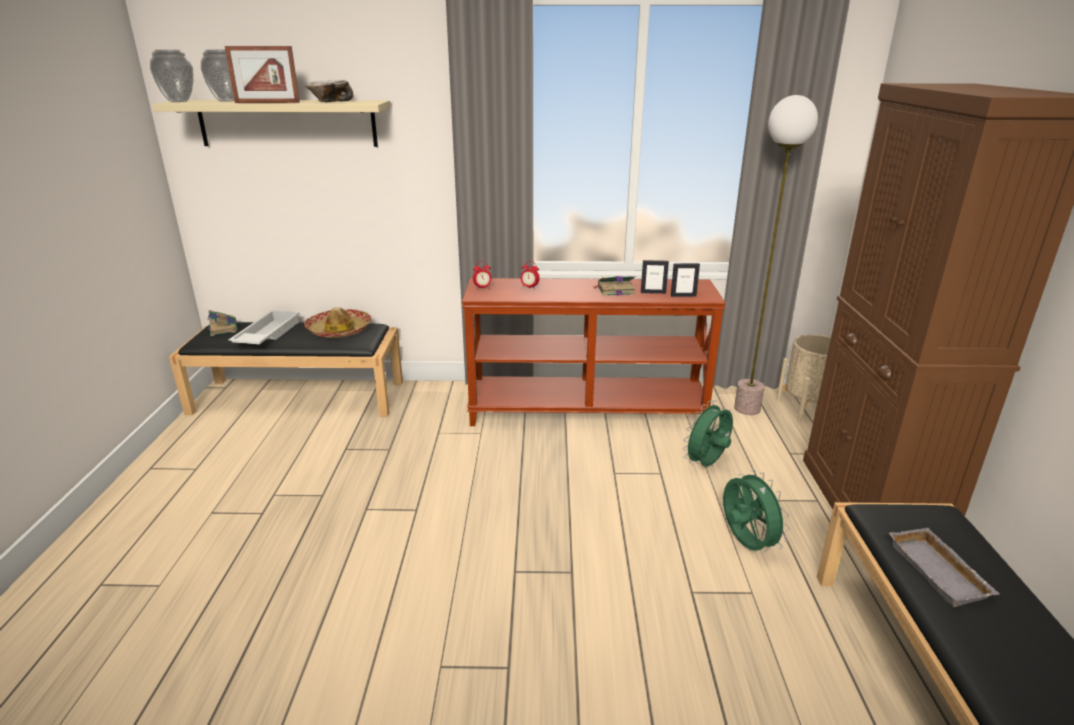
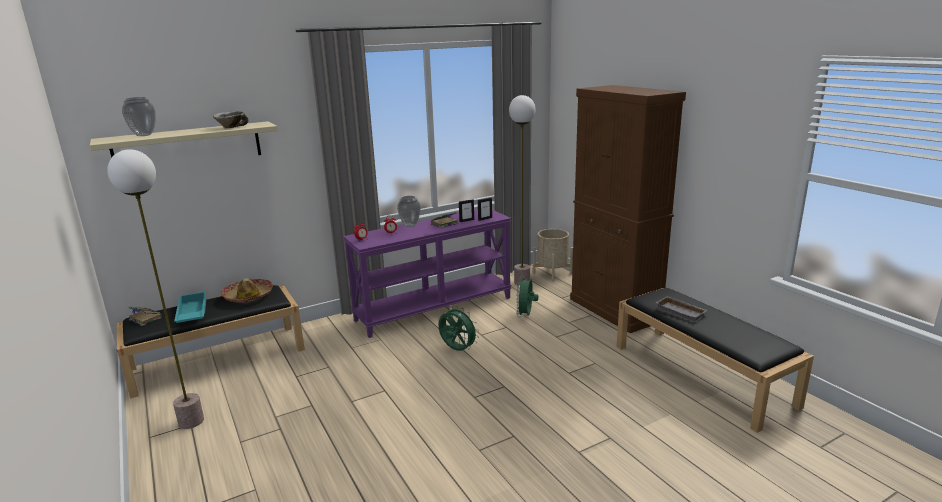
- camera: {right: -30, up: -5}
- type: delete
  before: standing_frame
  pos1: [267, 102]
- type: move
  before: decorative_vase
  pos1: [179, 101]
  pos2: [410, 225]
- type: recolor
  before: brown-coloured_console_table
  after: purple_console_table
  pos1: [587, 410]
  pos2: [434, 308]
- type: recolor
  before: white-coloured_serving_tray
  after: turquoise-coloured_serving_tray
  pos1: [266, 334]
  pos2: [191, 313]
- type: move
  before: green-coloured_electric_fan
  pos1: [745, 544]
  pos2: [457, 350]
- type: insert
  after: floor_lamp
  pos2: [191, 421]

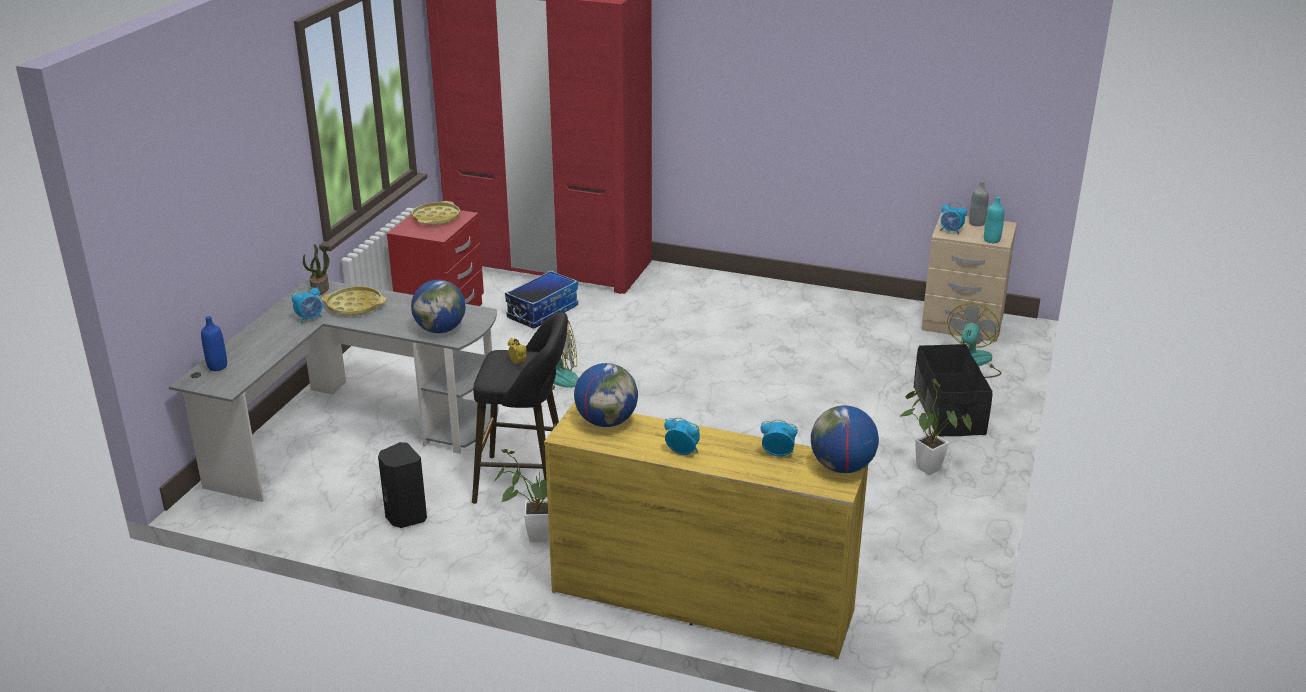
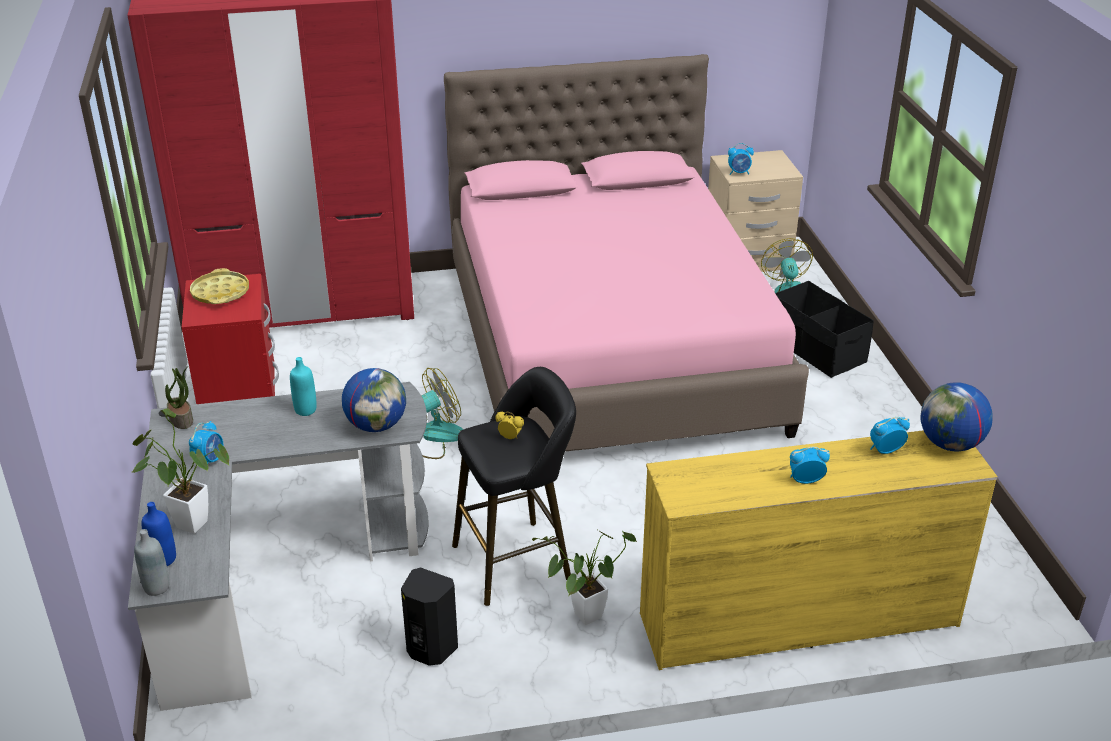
- camera: {right: -30, up: 5}
- type: move
  before: grey_drink_bottle
  pos1: [976, 223]
  pos2: [156, 587]
- type: move
  before: turquoise-coloured_drink_bottle
  pos1: [991, 240]
  pos2: [305, 410]
- type: delete
  before: storage_bin
  pos1: [542, 312]
- type: delete
  before: yellowish_serving_tray
  pos1: [354, 306]
- type: delete
  before: globe
  pos1: [606, 421]
- type: move
  before: plant_in_a_pot
  pos1: [924, 466]
  pos2: [186, 522]
- type: insert
  after: pinkish_bed
  pos2: [610, 347]

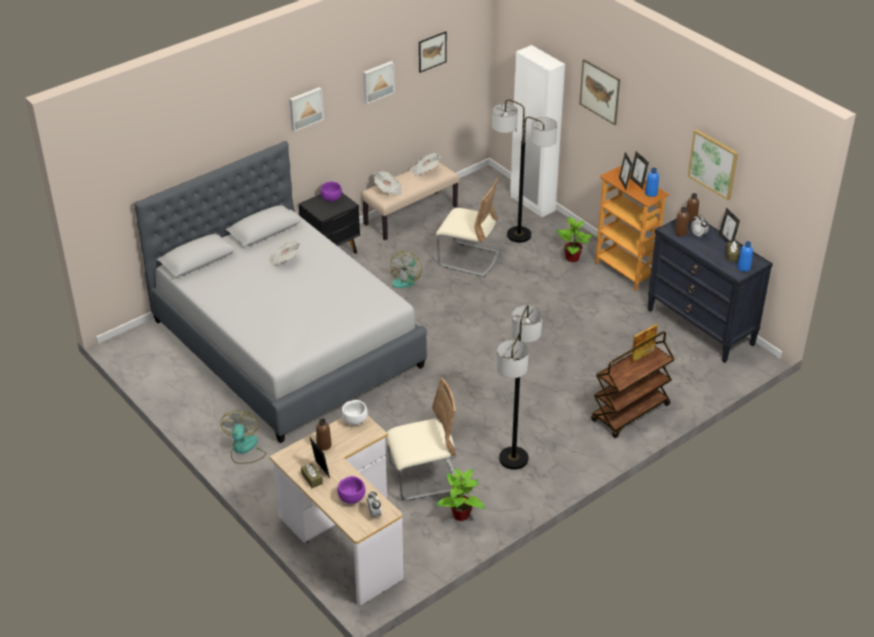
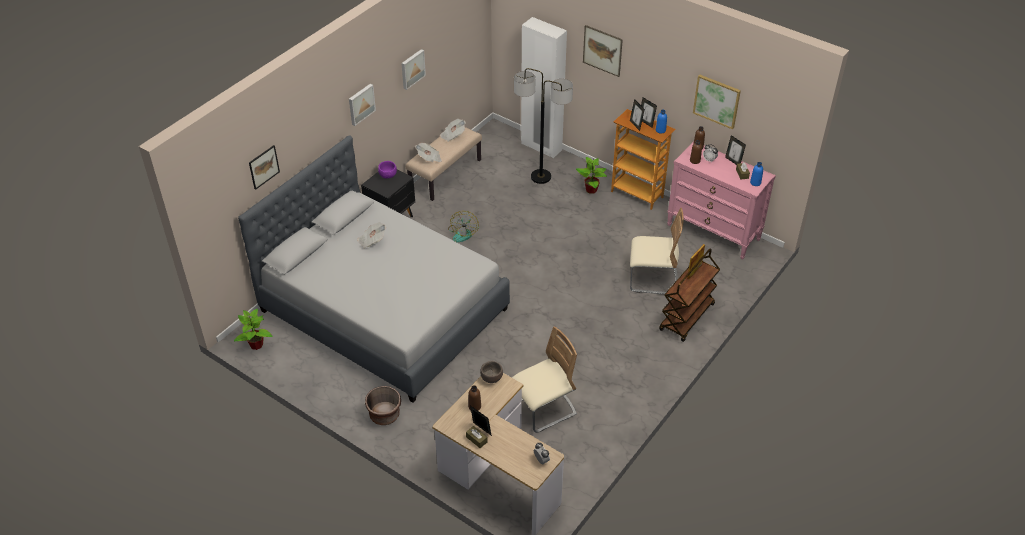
- camera: {right: -15, up: 5}
- type: move
  before: picture
  pos1: [432, 51]
  pos2: [264, 167]
- type: move
  before: sand-coloured_upright_chair
  pos1: [468, 259]
  pos2: [652, 279]
- type: recolor
  before: blackish_dresser
  after: pinkish_dresser
  pos1: [701, 327]
  pos2: [713, 232]
- type: delete
  before: floor_lamp
  pos1: [513, 459]
- type: recolor
  before: white-coloured_bowl
  after: brown-coloured_bowl
  pos1: [355, 420]
  pos2: [491, 378]
- type: replace
  before: electric_fan
  after: brown-coloured_planter
  pos1: [244, 449]
  pos2: [384, 415]
- type: move
  before: plant_in_a_pot
  pos1: [461, 515]
  pos2: [256, 345]
- type: delete
  before: purple_bowl
  pos1: [352, 498]

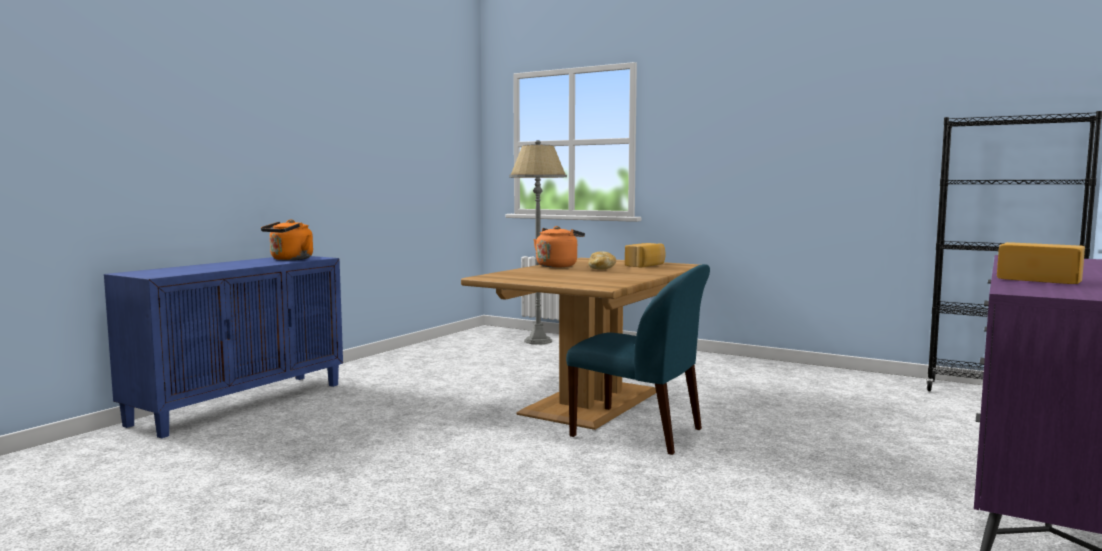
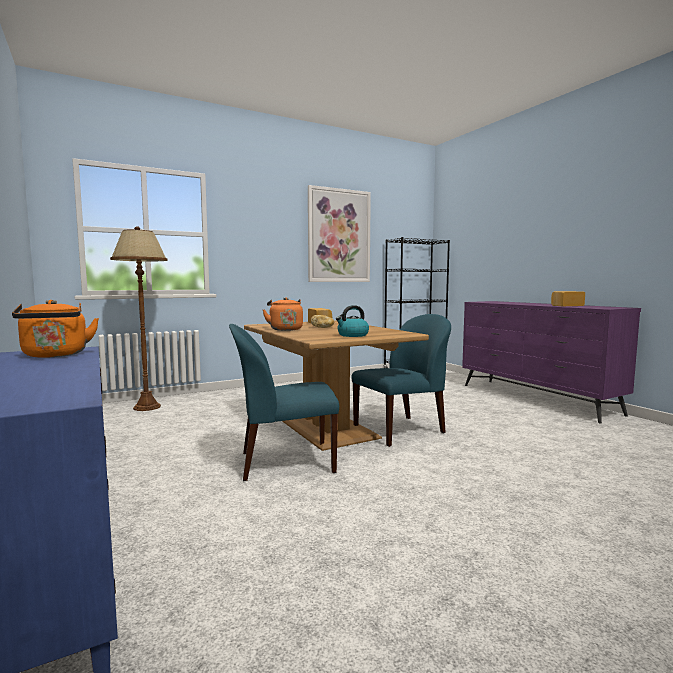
- camera: {right: -60, up: 0}
- type: recolor
  before: grey_floor_lamp
  after: brown-coloured_floor_lamp
  pos1: [538, 341]
  pos2: [147, 407]
- type: insert
  after: picture
  pos2: [339, 236]
- type: insert
  after: tea_kettle
  pos2: [352, 335]
- type: insert
  after: blue_upright_chair
  pos2: [284, 462]

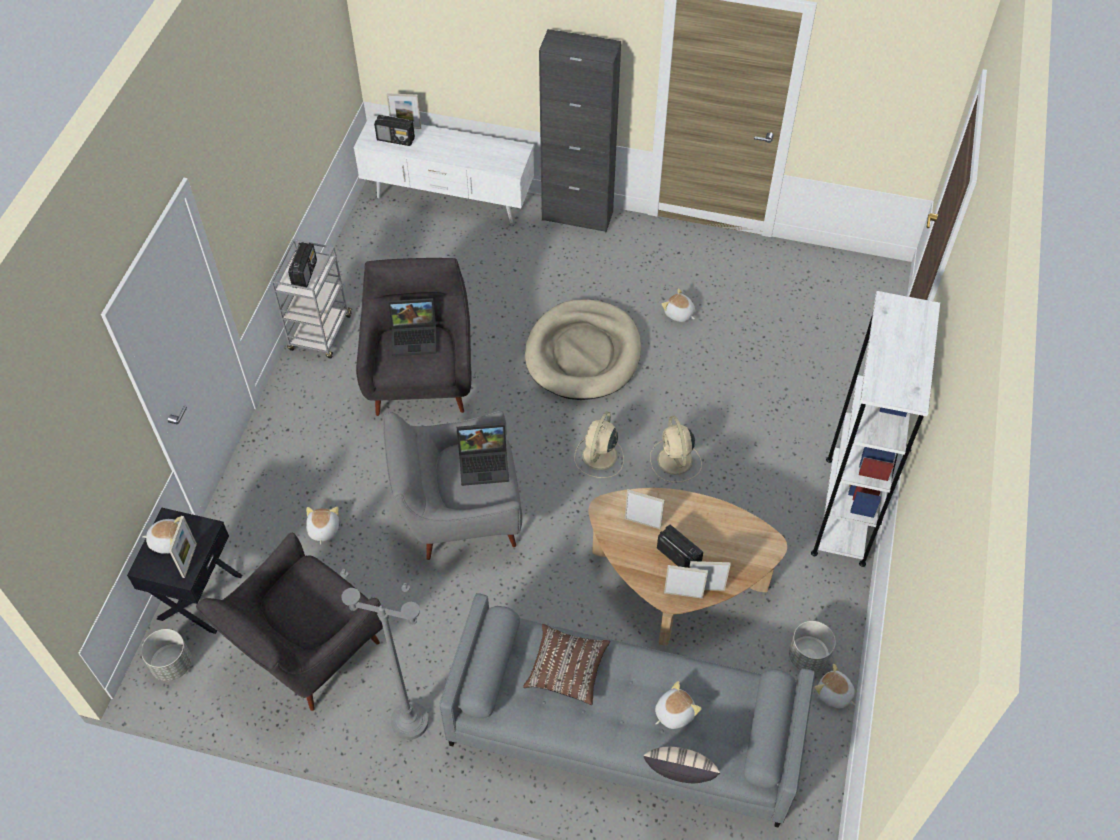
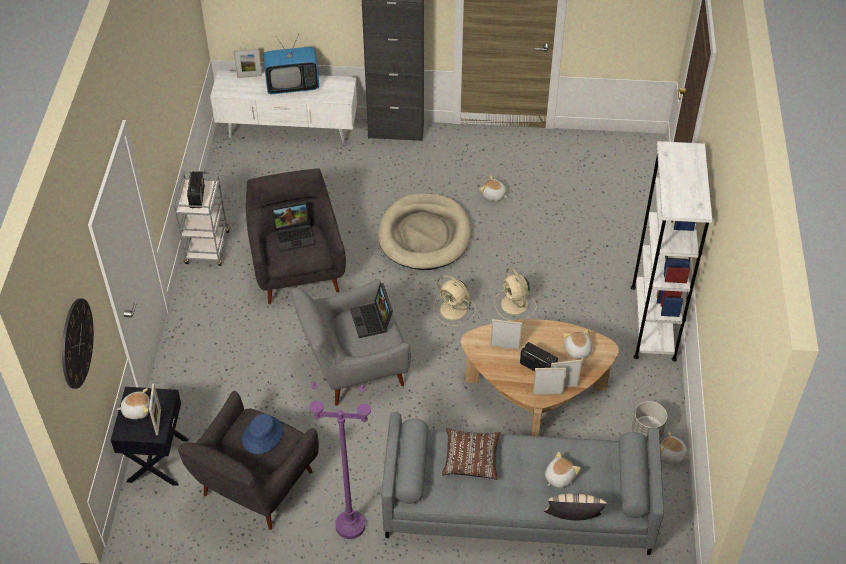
- camera: {right: -10, up: -5}
- type: delete
  before: radio_receiver
  pos1: [396, 139]
- type: rotate
  before: sand-coloured_electric_fan
  pos1: [599, 457]
  pos2: [454, 310]
  turn: -60
- type: rotate
  before: notebook_computer
  pos1: [485, 463]
  pos2: [373, 320]
  turn: 90
- type: move
  before: plush_toy
  pos1: [323, 530]
  pos2: [577, 350]
- type: recolor
  before: grey_floor_lamp
  after: purple_floor_lamp
  pos1: [409, 722]
  pos2: [350, 526]
- type: delete
  before: grey_planter
  pos1: [172, 664]
- type: insert
  after: television
  pos2: [292, 86]
- type: insert
  after: clock_on_the_wall
  pos2: [76, 343]
- type: insert
  after: blue_clothing_hat
  pos2: [262, 435]

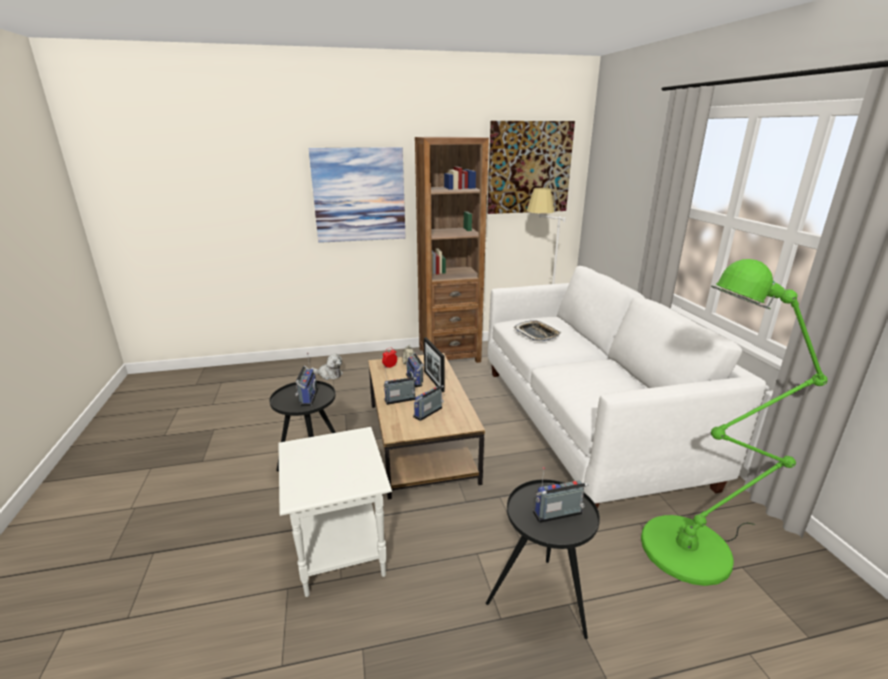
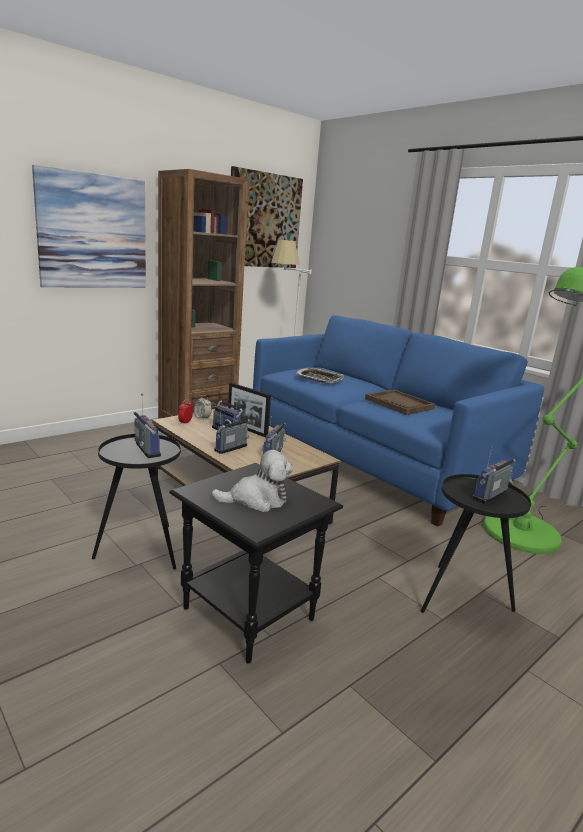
- camera: {right: -30, up: -5}
- type: recolor
  before: white-coloured_settee
  after: blue_settee
  pos1: [585, 422]
  pos2: [372, 460]
- type: move
  before: plush_toy
  pos1: [329, 374]
  pos2: [256, 500]
- type: recolor
  before: white-coloured_accent_table
  after: blackish_accent_table
  pos1: [341, 552]
  pos2: [247, 613]
- type: insert
  after: brown-coloured_serving_tray
  pos2: [399, 404]

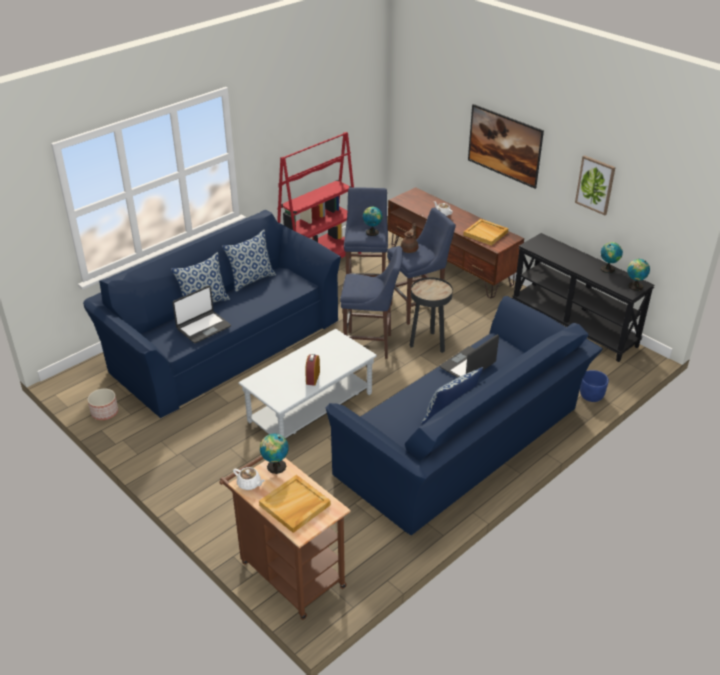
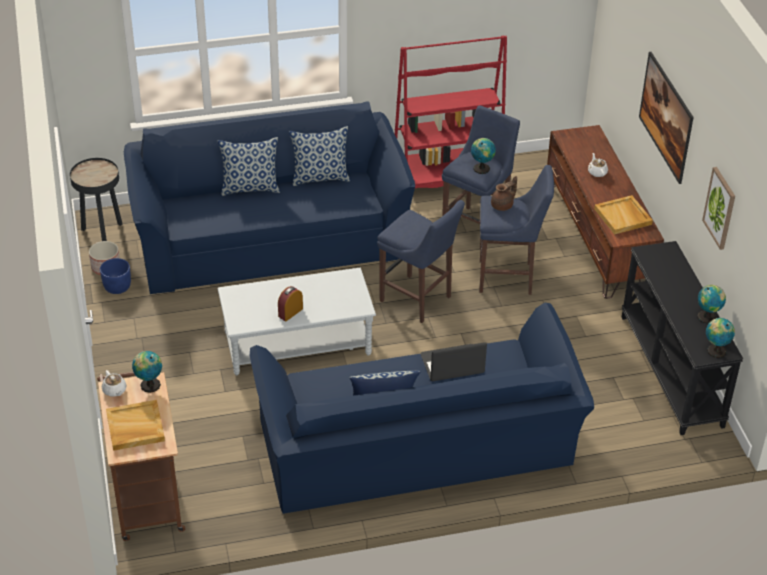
- camera: {right: 30, up: 5}
- type: move
  before: blackish_accent_table
  pos1: [428, 344]
  pos2: [103, 234]
- type: delete
  before: notebook_computer
  pos1: [203, 327]
- type: move
  before: blue_planter
  pos1: [591, 396]
  pos2: [117, 287]

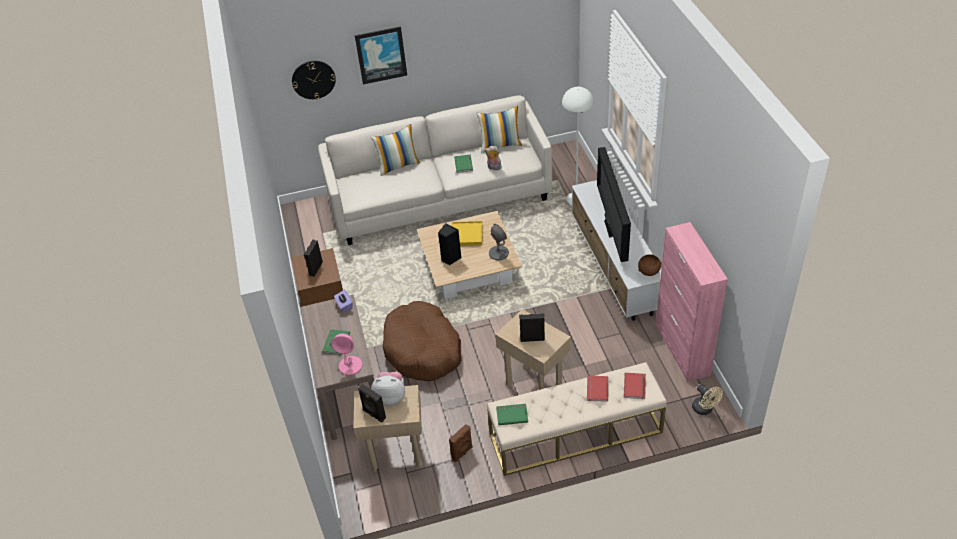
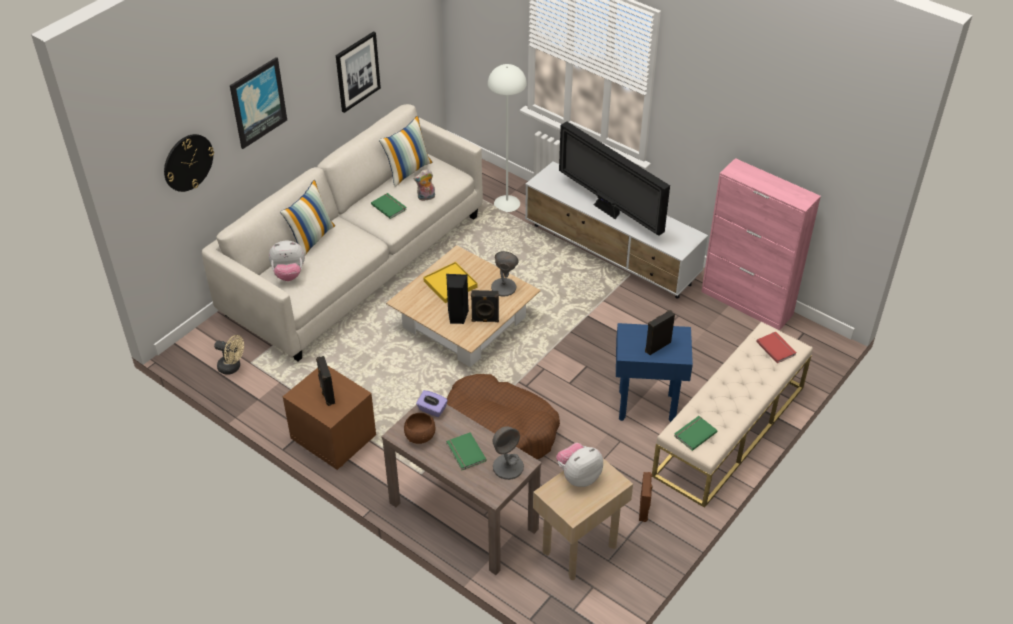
- camera: {right: -40, up: 0}
- type: move
  before: brown-coloured_bowl
  pos1: [649, 271]
  pos2: [420, 436]
- type: recolor
  before: sand-coloured_accent_table
  after: blue_accent_table
  pos1: [534, 384]
  pos2: [646, 405]
- type: recolor
  before: pinkish_table_lamp
  after: grey_table_lamp
  pos1: [350, 366]
  pos2: [508, 467]
- type: delete
  before: red_book
  pos1: [596, 389]
- type: move
  before: blackish_audio_speaker
  pos1: [374, 414]
  pos2: [485, 320]
- type: move
  before: sand-coloured_electric_fan
  pos1: [705, 409]
  pos2: [232, 367]
- type: insert
  after: picture
  pos2: [357, 71]
- type: insert
  after: plush_toy
  pos2: [289, 274]

